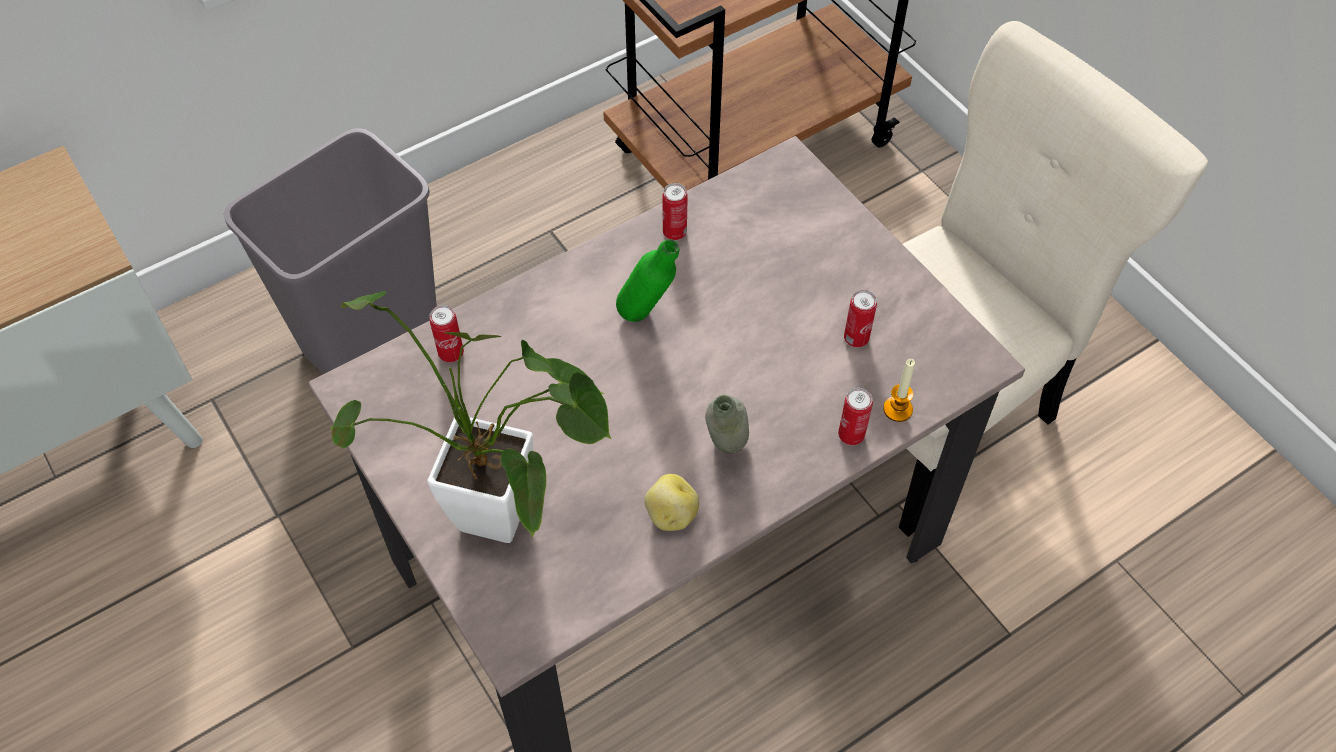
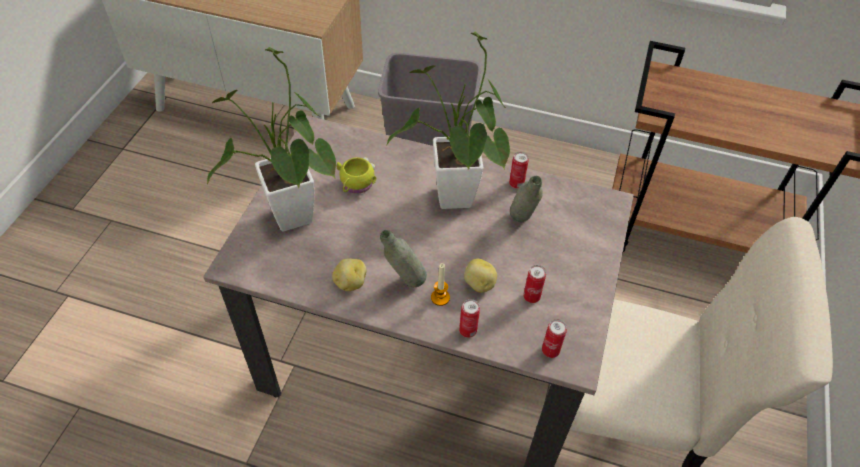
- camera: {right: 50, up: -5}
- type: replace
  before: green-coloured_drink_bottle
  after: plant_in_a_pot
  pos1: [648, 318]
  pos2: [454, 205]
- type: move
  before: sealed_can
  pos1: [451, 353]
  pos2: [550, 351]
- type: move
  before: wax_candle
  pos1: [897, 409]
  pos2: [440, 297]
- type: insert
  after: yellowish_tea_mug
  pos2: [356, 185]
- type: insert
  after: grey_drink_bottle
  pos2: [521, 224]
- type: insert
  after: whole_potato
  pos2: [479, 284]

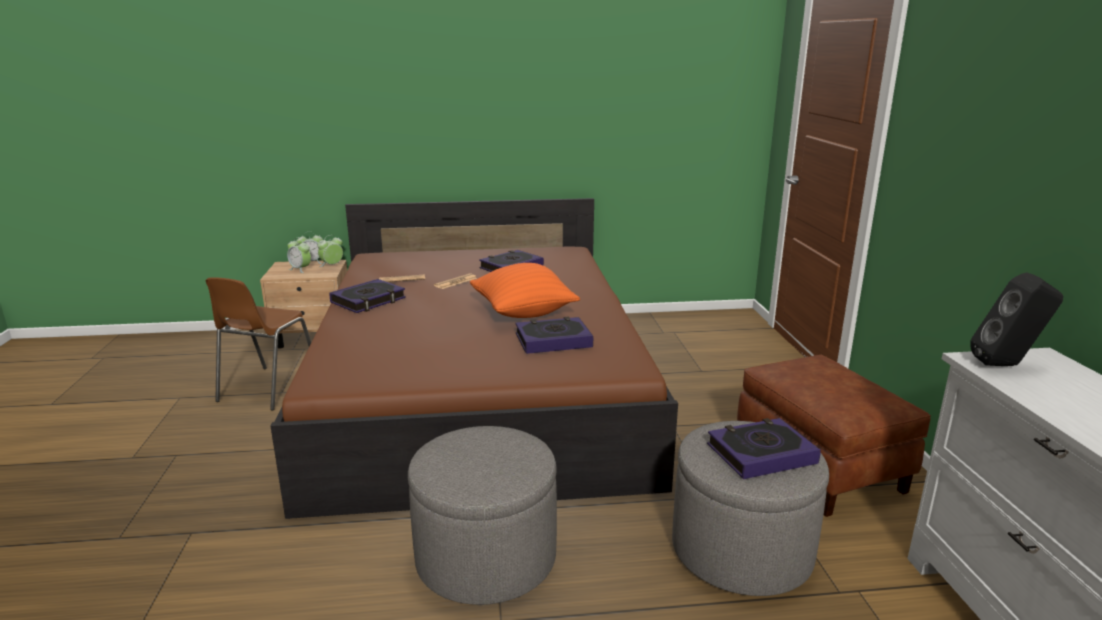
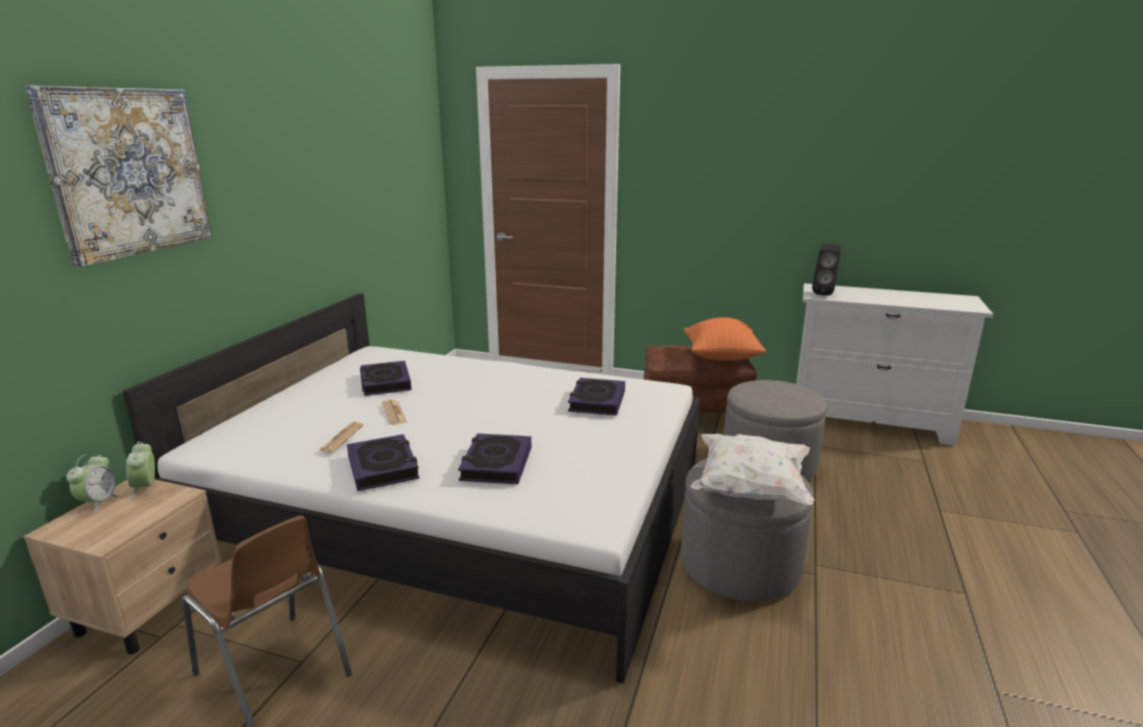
- camera: {right: -65, up: 0}
- type: recolor
  before: brown-coloured_bed
  after: white-coloured_bed
  pos1: [478, 389]
  pos2: [460, 510]
- type: delete
  before: bedside_clock
  pos1: [300, 269]
- type: move
  before: orange-coloured_cushion
  pos1: [523, 313]
  pos2: [721, 358]
- type: move
  before: book
  pos1: [761, 454]
  pos2: [496, 464]
- type: insert
  after: picture
  pos2: [128, 172]
- type: insert
  after: white-coloured_cushion
  pos2: [750, 490]

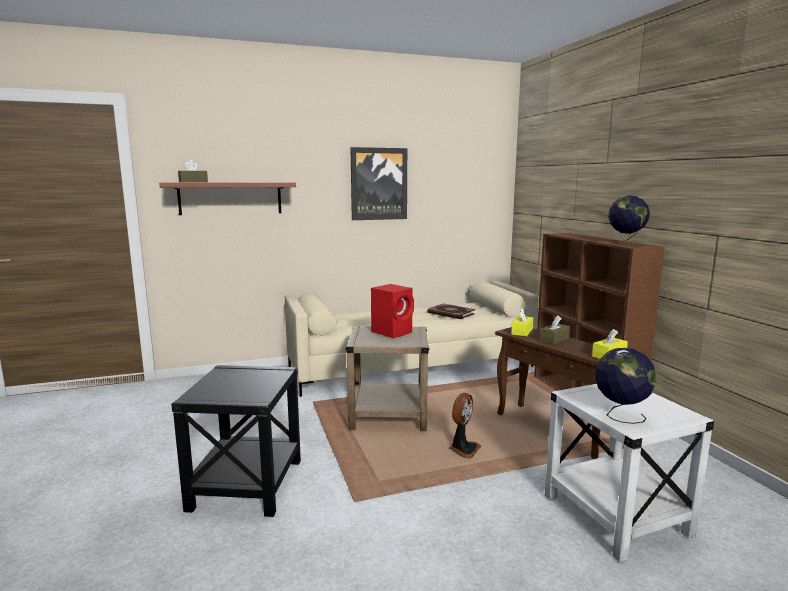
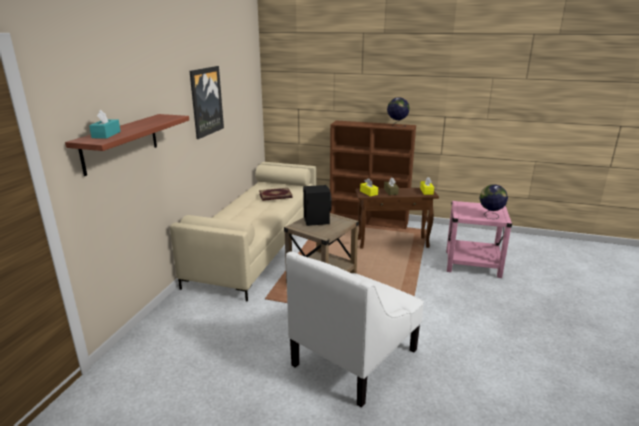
- camera: {right: -55, up: 10}
- type: recolor
  before: brown-coloured_tissue_box
  after: turquoise-coloured_tissue_box
  pos1: [193, 182]
  pos2: [106, 135]
- type: recolor
  before: red_audio_speaker
  after: blackish_audio_speaker
  pos1: [393, 332]
  pos2: [316, 220]
- type: replace
  before: blackish_accent_table
  after: white-coloured_lounge_chair
  pos1: [247, 484]
  pos2: [355, 357]
- type: recolor
  before: white-coloured_accent_table
  after: pinkish_accent_table
  pos1: [616, 516]
  pos2: [473, 264]
- type: delete
  before: electric_fan
  pos1: [463, 449]

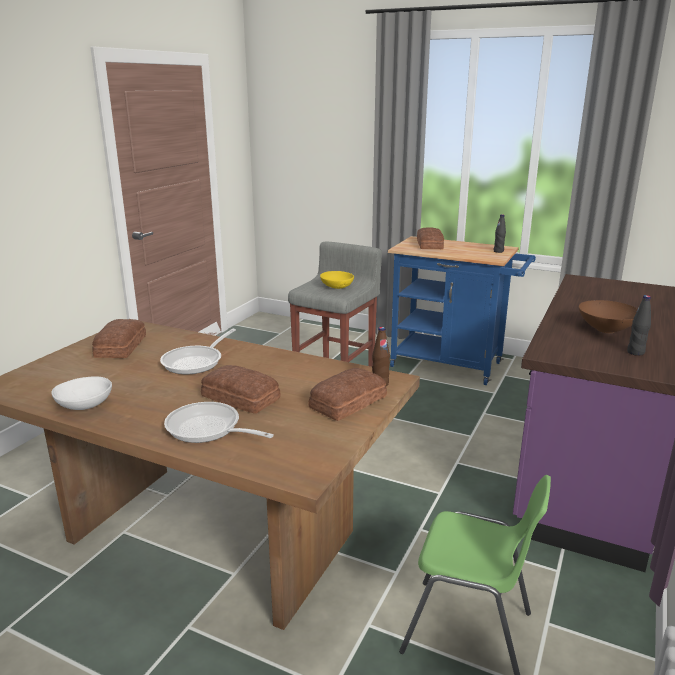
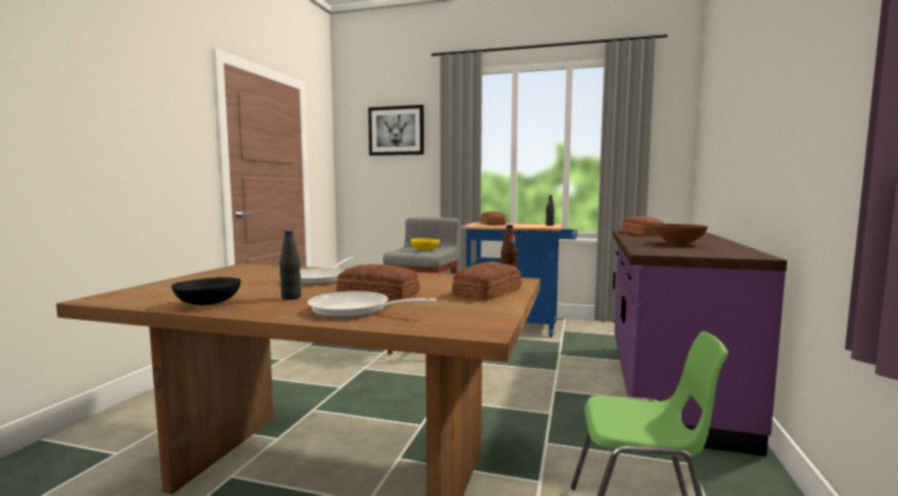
- camera: {right: -10, up: -15}
- type: move
  before: blackish_drink_bottle
  pos1: [635, 352]
  pos2: [291, 298]
- type: move
  before: bakery_bread
  pos1: [119, 346]
  pos2: [641, 233]
- type: recolor
  before: white-coloured_bowl
  after: blackish_bowl
  pos1: [85, 406]
  pos2: [208, 304]
- type: insert
  after: picture
  pos2: [396, 131]

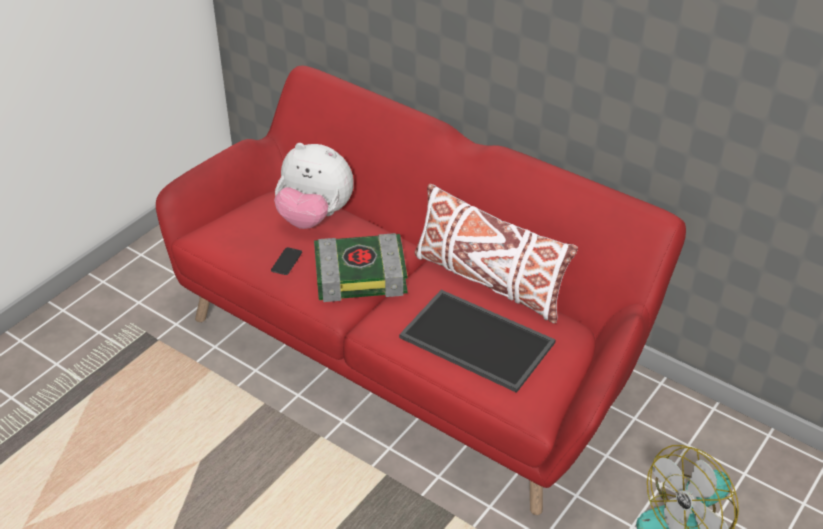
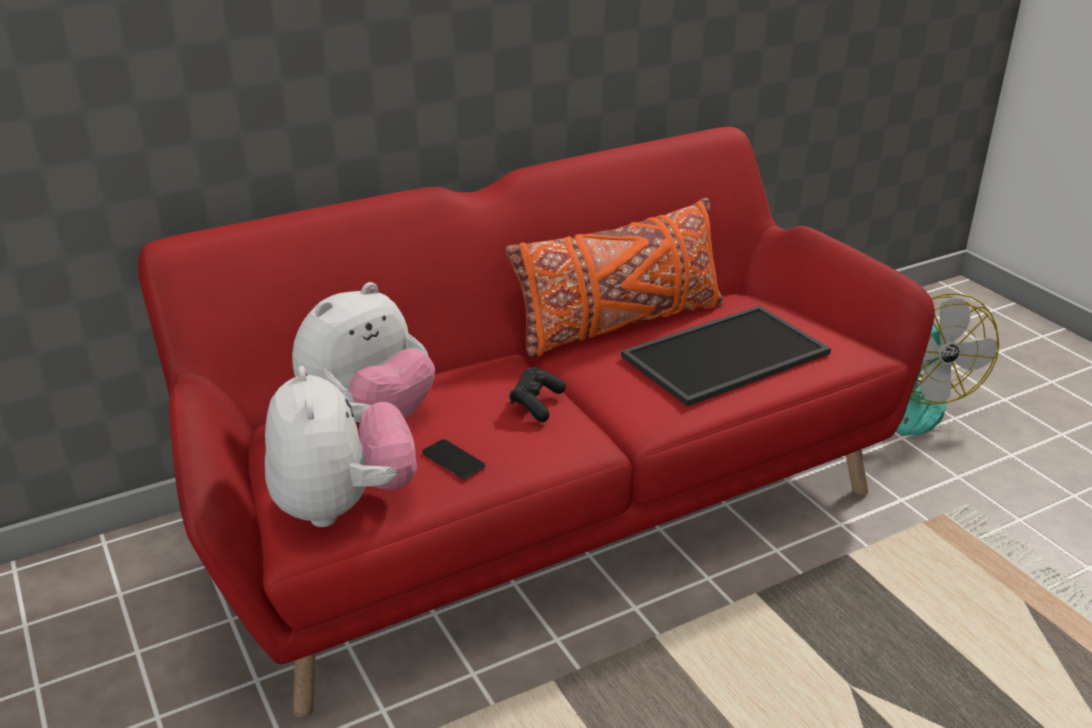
- camera: {right: -65, up: -10}
- type: recolor
  before: white-coloured_cushion
  after: orange-coloured_cushion
  pos1: [488, 281]
  pos2: [618, 324]
- type: replace
  before: book
  after: blackish_game_controller
  pos1: [361, 274]
  pos2: [536, 403]
- type: insert
  after: plush_toy
  pos2: [343, 505]

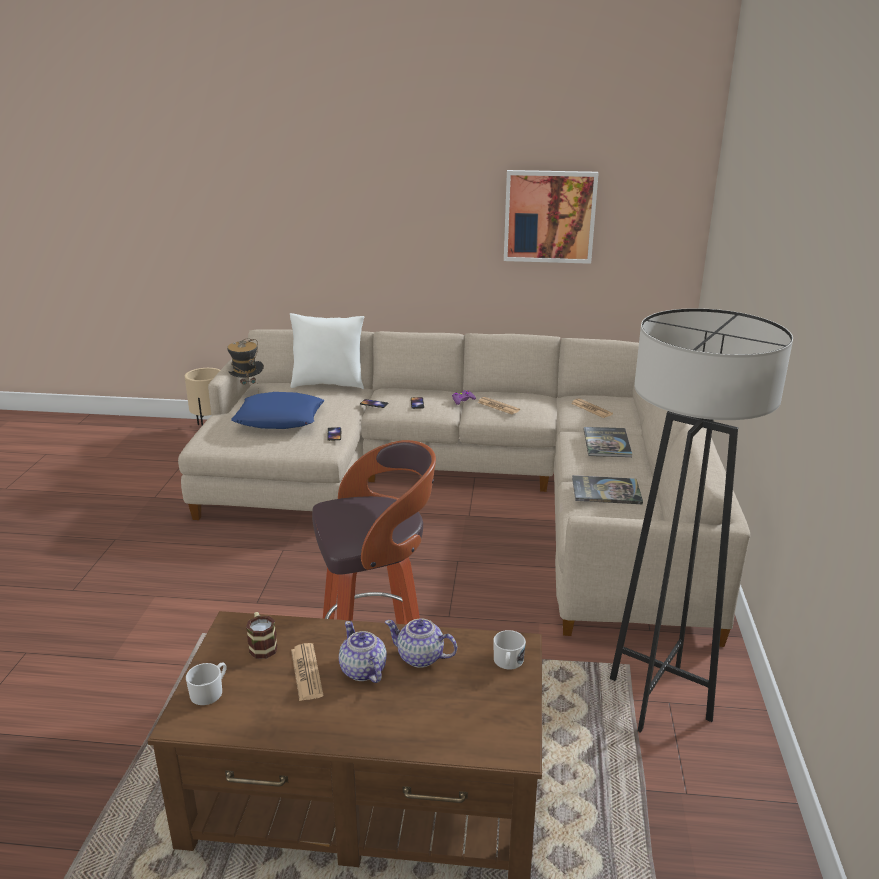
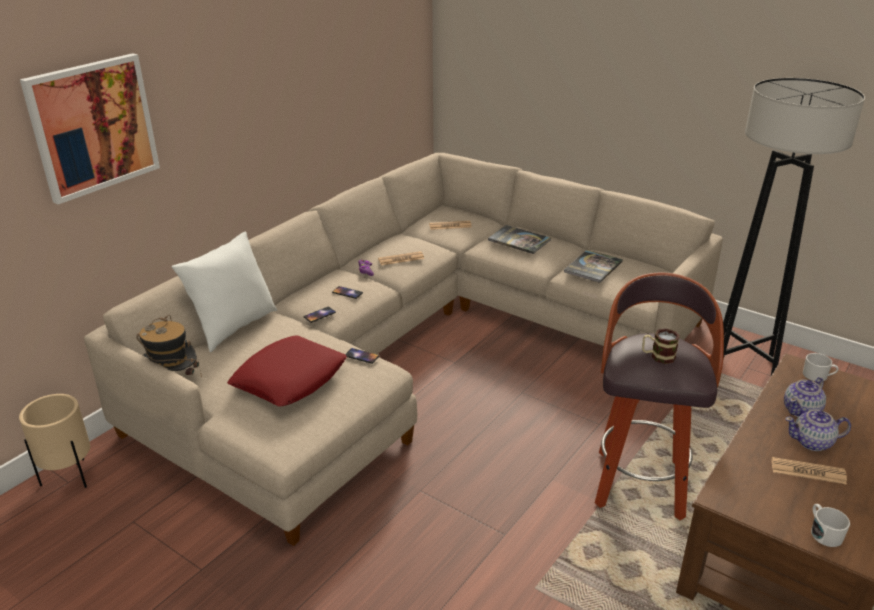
- camera: {right: -60, up: 5}
- type: move
  before: picture
  pos1: [549, 216]
  pos2: [93, 126]
- type: recolor
  before: blue_cushion
  after: red_cushion
  pos1: [279, 418]
  pos2: [290, 378]
- type: move
  before: tea_mug
  pos1: [262, 645]
  pos2: [658, 356]

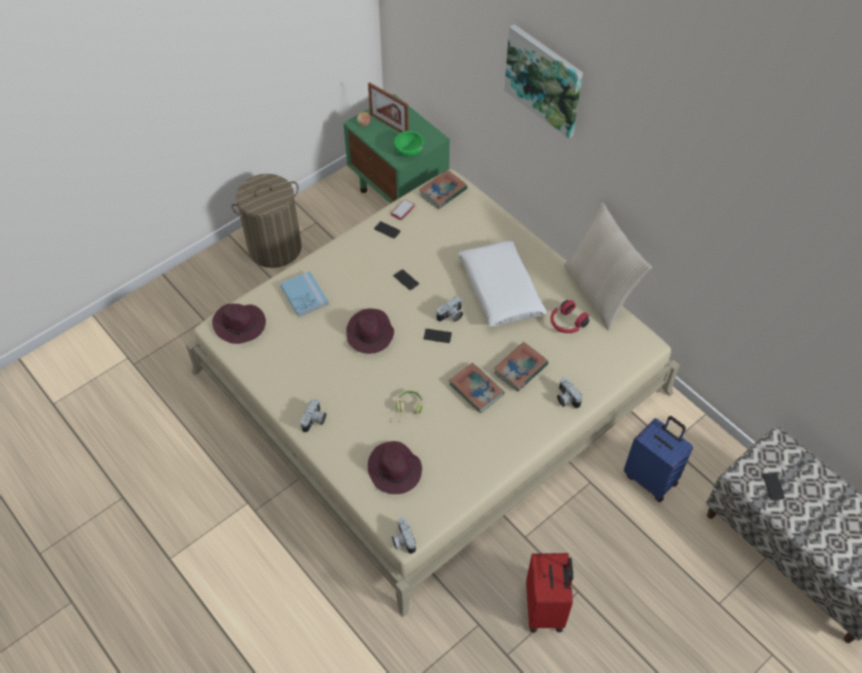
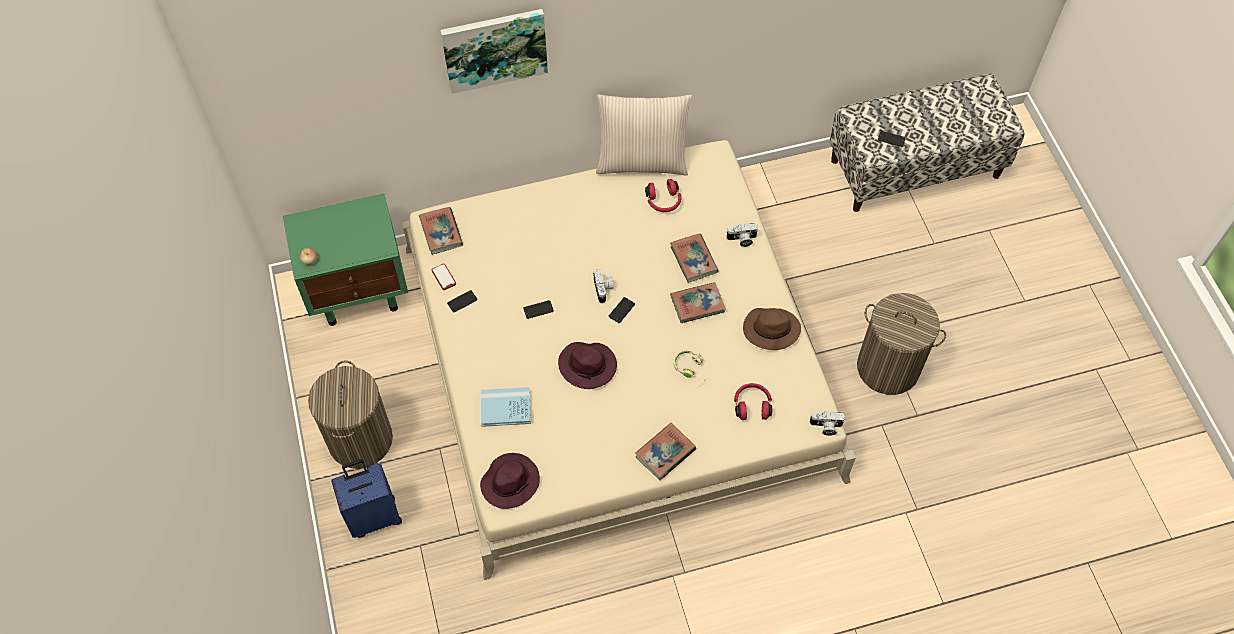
- camera: {right: -65, up: 5}
- type: delete
  before: standing_frame
  pos1: [389, 124]
- type: delete
  before: green-coloured_bowl
  pos1: [409, 153]
- type: delete
  before: white-coloured_cushion
  pos1: [500, 290]
- type: replace
  before: photo_camera
  after: book
  pos1: [315, 421]
  pos2: [665, 453]
- type: move
  before: blue_travel_case
  pos1: [651, 478]
  pos2: [374, 516]
- type: replace
  before: purple_clothing_hat
  after: red_headphones
  pos1: [395, 470]
  pos2: [752, 405]
- type: replace
  before: red_travel_case
  after: laundry_basket
  pos1: [546, 608]
  pos2: [888, 367]
- type: insert
  after: brown-coloured_clothing_hat
  pos2: [770, 330]

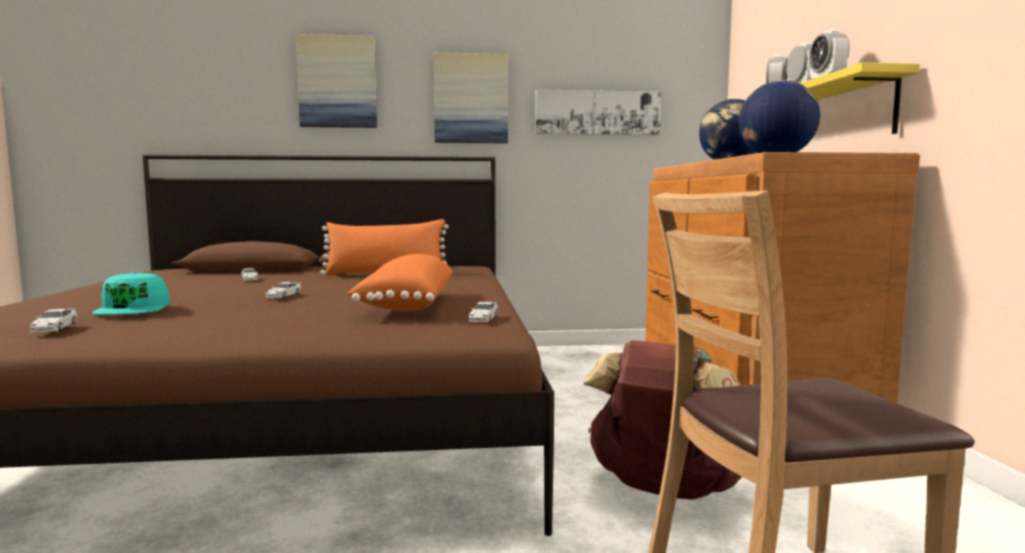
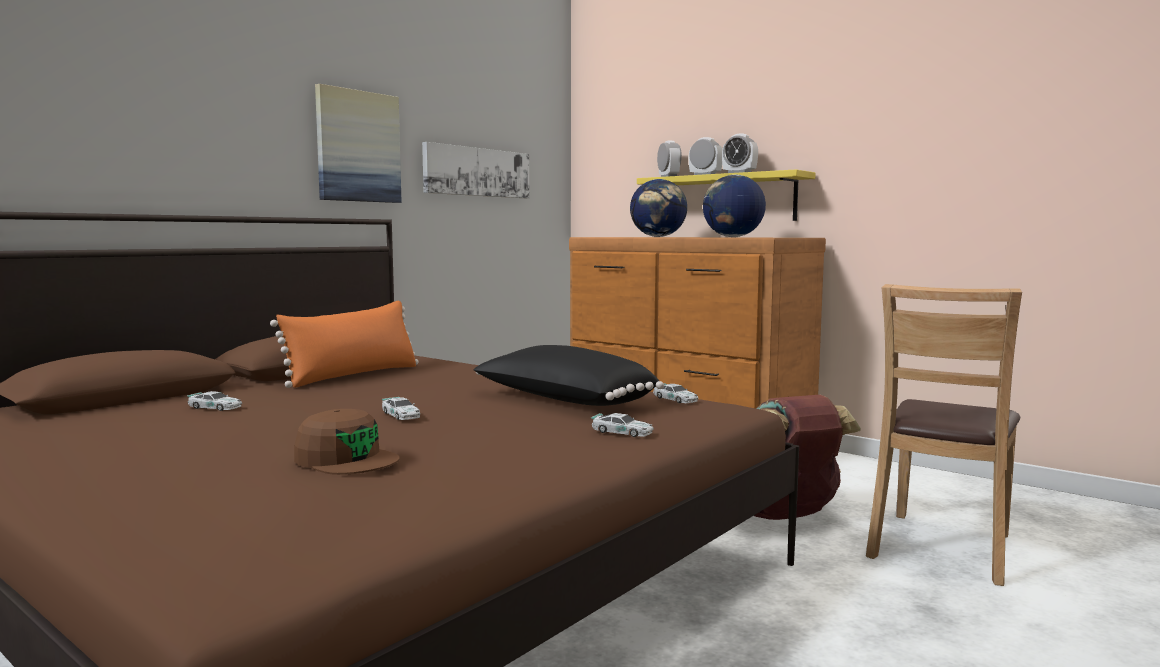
- camera: {right: -45, up: 0}
- type: delete
  before: picture
  pos1: [337, 82]
- type: recolor
  before: orange-coloured_cushion
  after: blackish_cushion
  pos1: [405, 305]
  pos2: [563, 401]
- type: recolor
  before: turquoise-coloured_peaked_cap
  after: brown-coloured_peaked_cap
  pos1: [133, 308]
  pos2: [346, 459]
- type: move
  before: miniature_car
  pos1: [54, 327]
  pos2: [622, 432]

